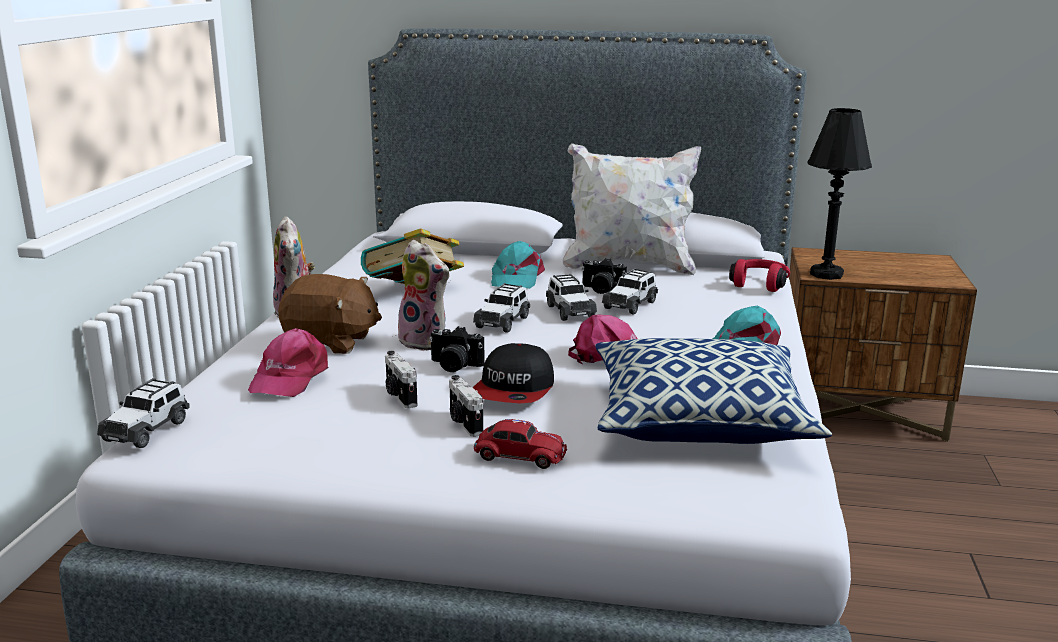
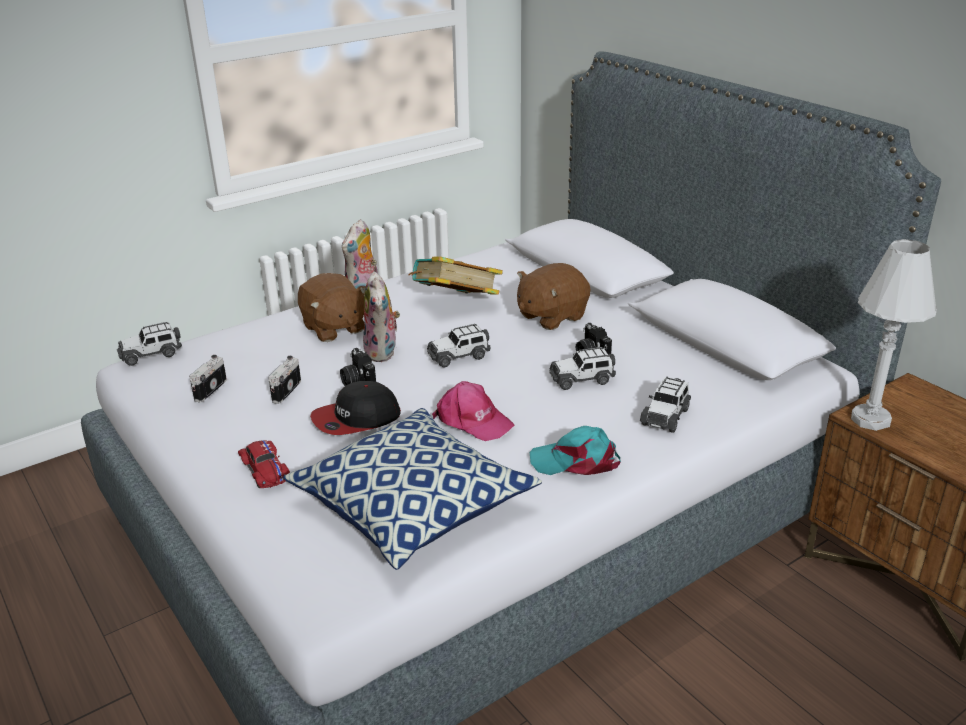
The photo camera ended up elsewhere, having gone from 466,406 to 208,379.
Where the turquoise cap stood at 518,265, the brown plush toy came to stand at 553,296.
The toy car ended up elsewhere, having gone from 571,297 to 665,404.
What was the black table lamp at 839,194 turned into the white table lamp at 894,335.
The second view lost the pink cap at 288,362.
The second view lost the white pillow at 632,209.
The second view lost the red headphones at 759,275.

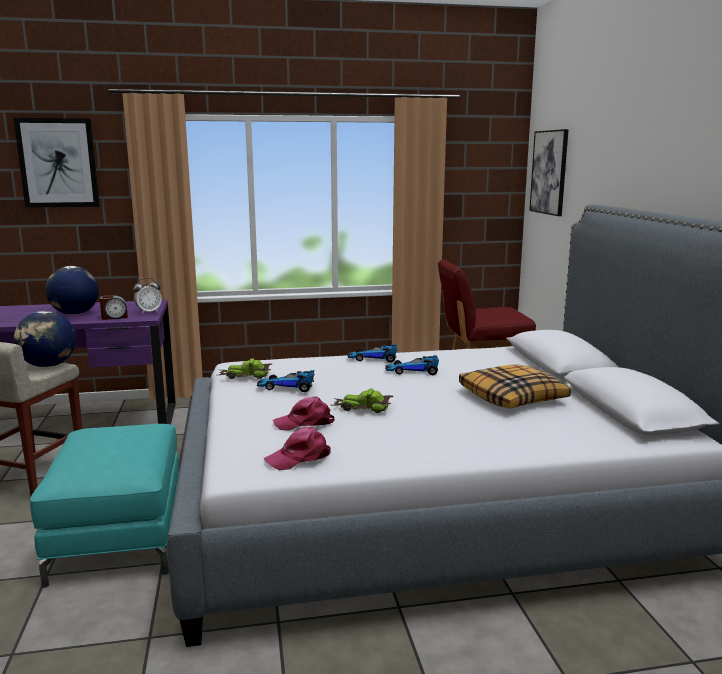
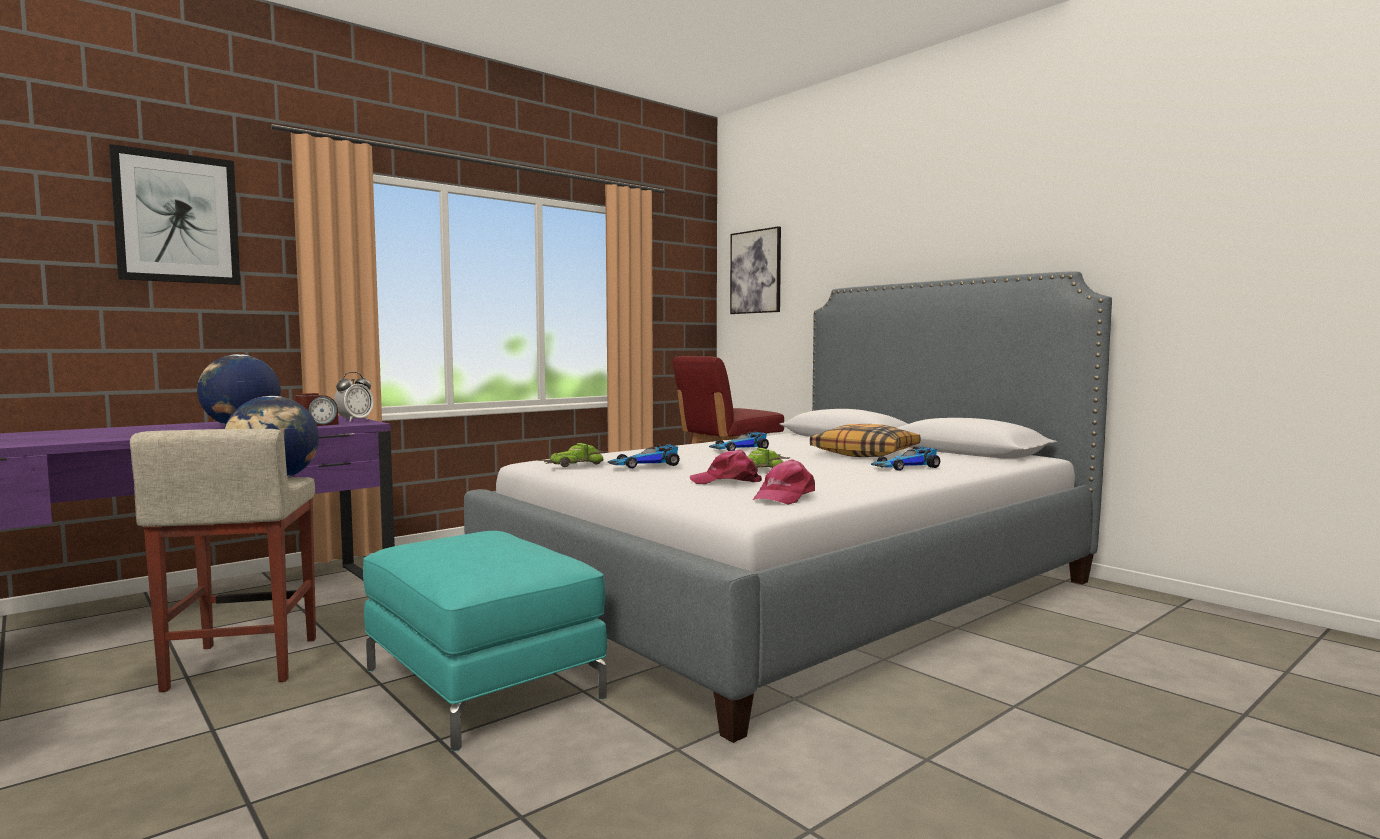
The pink cap at 304,413 ended up facing another way, 45 degrees clockwise from before.
The toy car ended up elsewhere, having gone from 372,353 to 905,458.

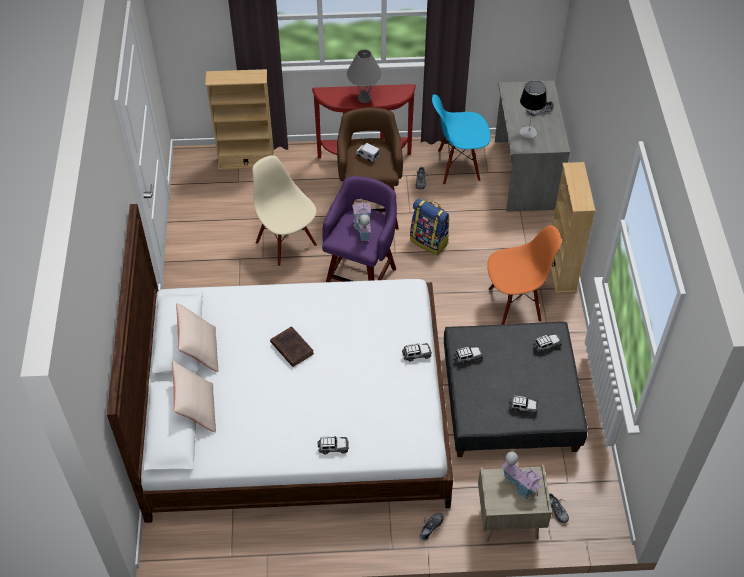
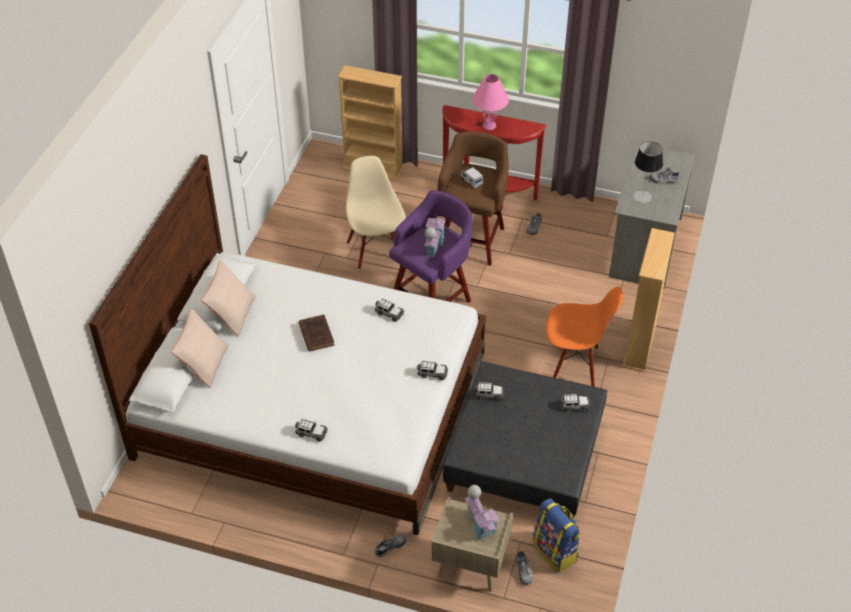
The toy car ended up elsewhere, having gone from 524,405 to 389,310.
What was the grey table lamp at 364,76 turned into the pink table lamp at 490,102.
The backpack ended up elsewhere, having gone from 430,226 to 557,536.
The second view lost the blue chair at 461,139.

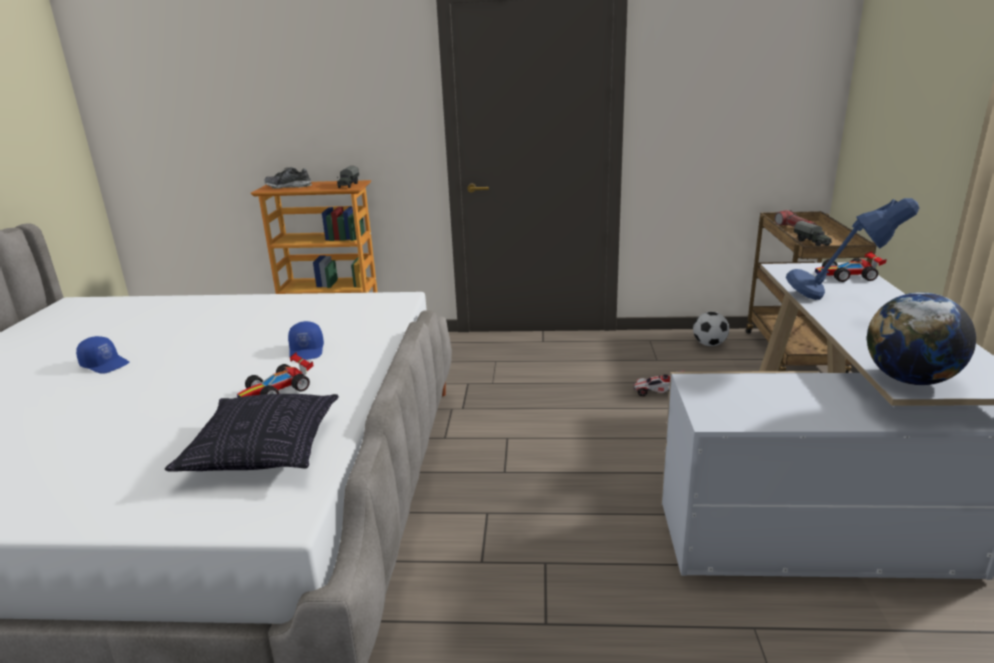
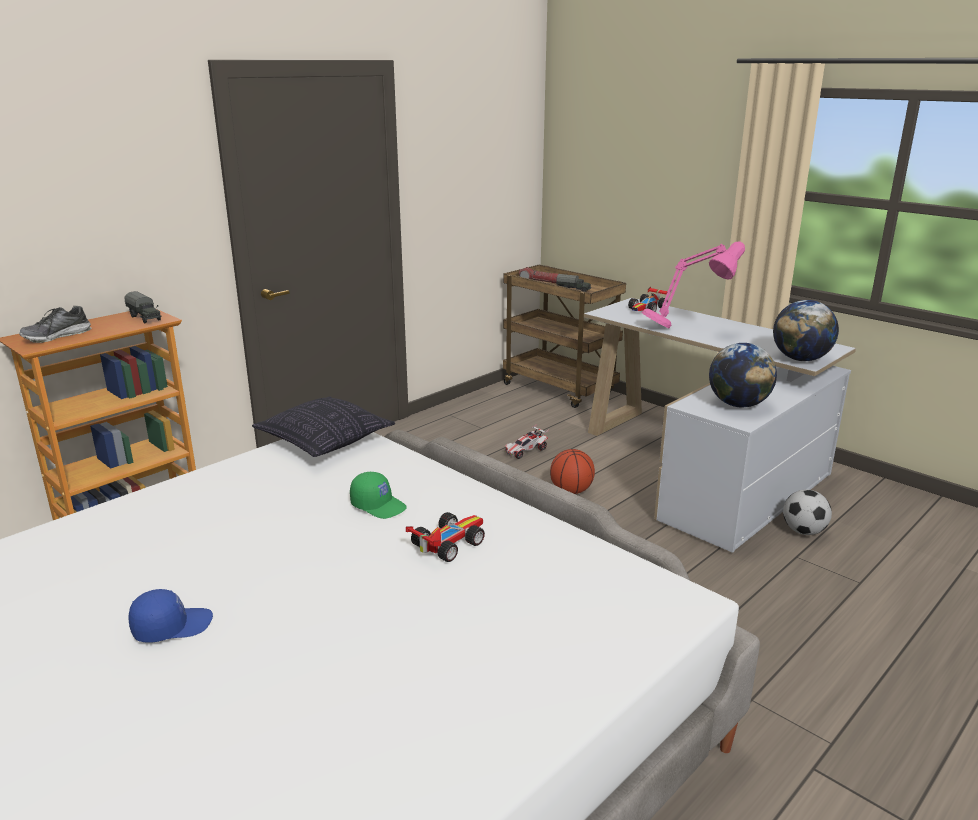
The pillow ended up elsewhere, having gone from 252,433 to 323,426.
What was the blue cap at 306,341 turned into the green cap at 378,495.
The toy car at 275,374 ended up facing another way, 135 degrees counterclockwise from before.
The second view gained the basketball at 572,471.
What was the blue table lamp at 852,249 turned into the pink table lamp at 693,285.
The second view gained the globe at 743,375.
The football ended up elsewhere, having gone from 711,329 to 807,512.

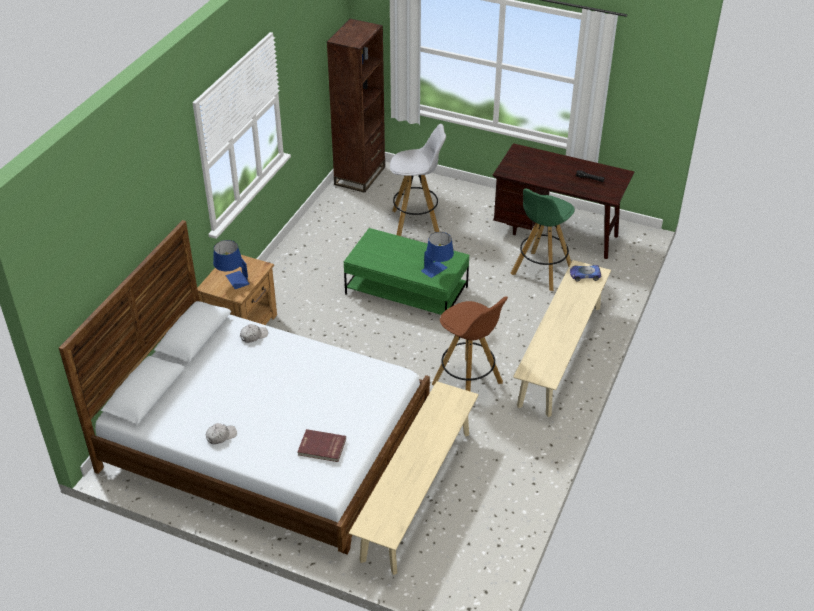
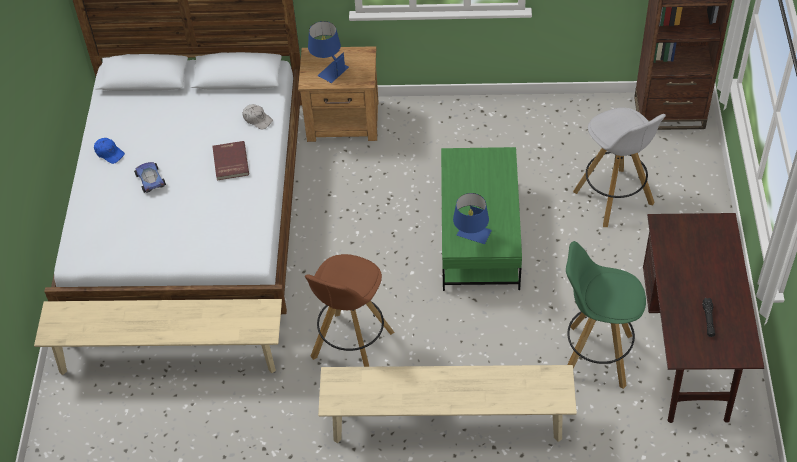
What was the white cap at 221,433 turned into the blue cap at 109,151.
The toy car ended up elsewhere, having gone from 585,273 to 150,177.
The red book ended up elsewhere, having gone from 321,445 to 230,160.

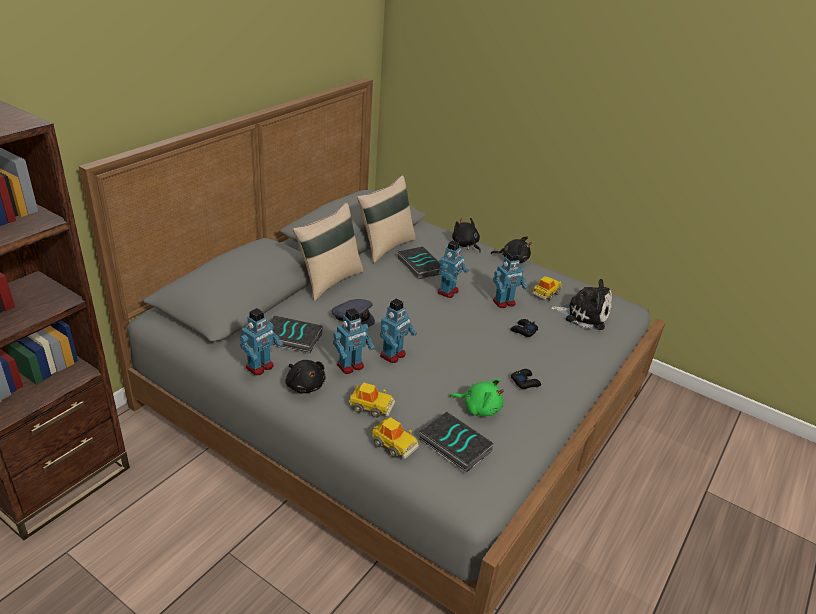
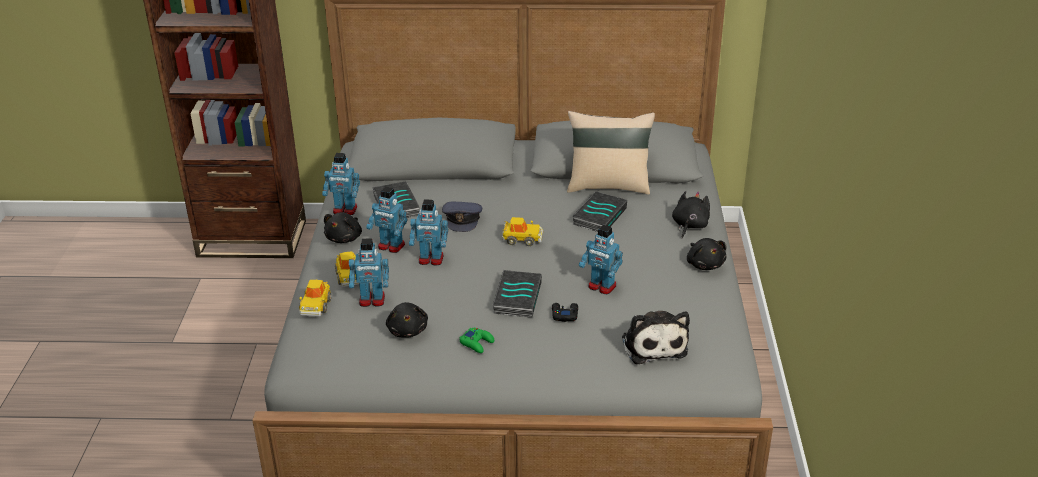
The toy robot ended up elsewhere, having gone from 453,269 to 369,273.
What was the green plush toy at 477,397 turned into the black plush toy at 407,320.
What was the black game controller at 526,379 turned into the green game controller at 476,340.
The book ended up elsewhere, having gone from 456,442 to 517,294.
The toy car ended up elsewhere, having gone from 547,288 to 522,231.
The second view lost the beige pillow at 328,252.

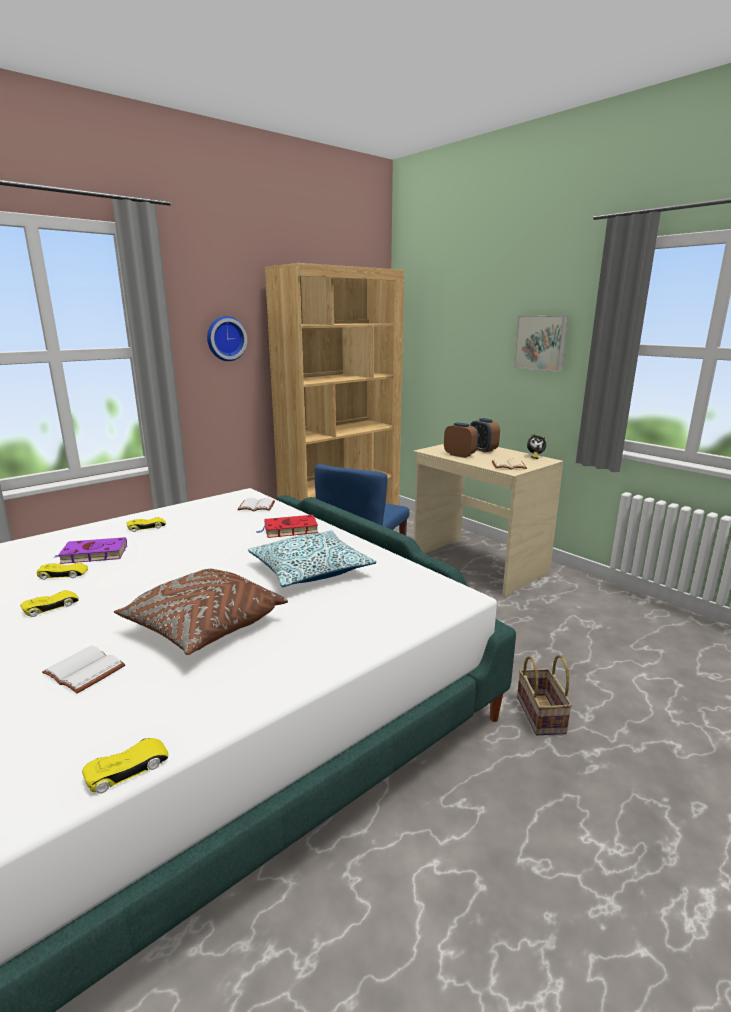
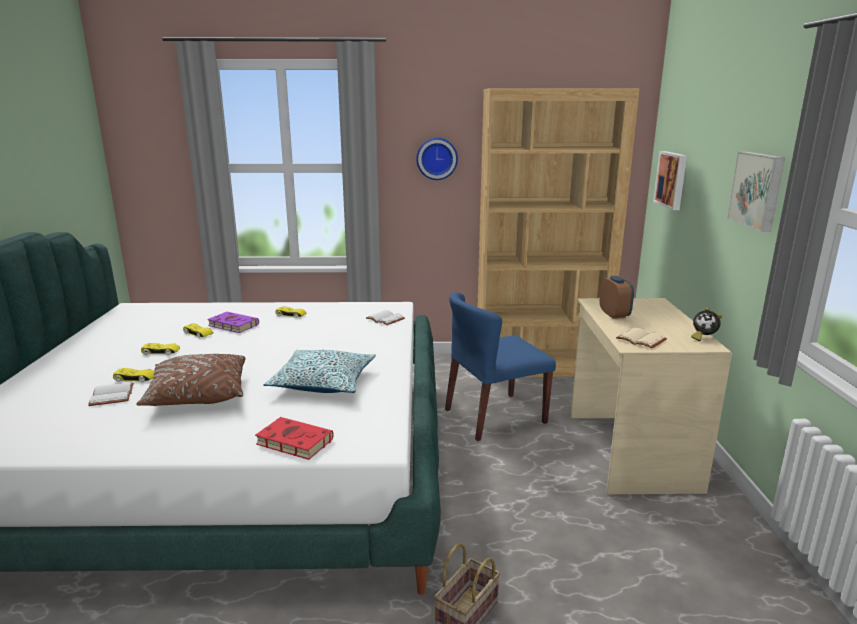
The yellow toy car ended up elsewhere, having gone from 125,766 to 133,375.
The red book ended up elsewhere, having gone from 287,526 to 294,438.
The second view gained the picture at 670,180.
The second view lost the alarm clock at 485,435.

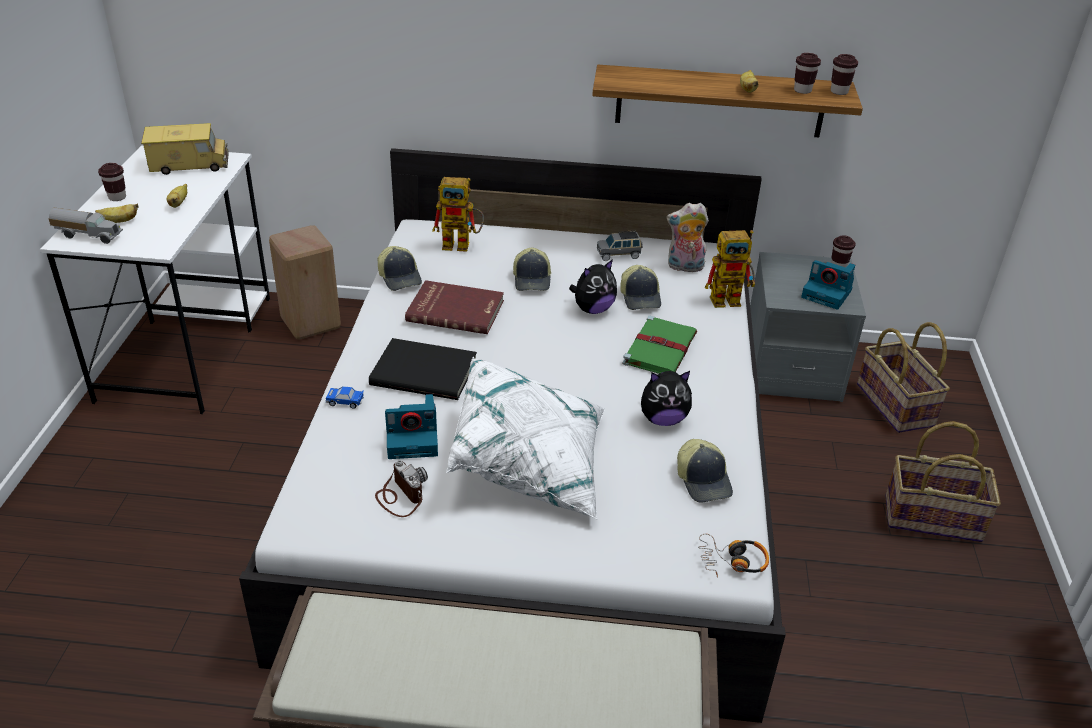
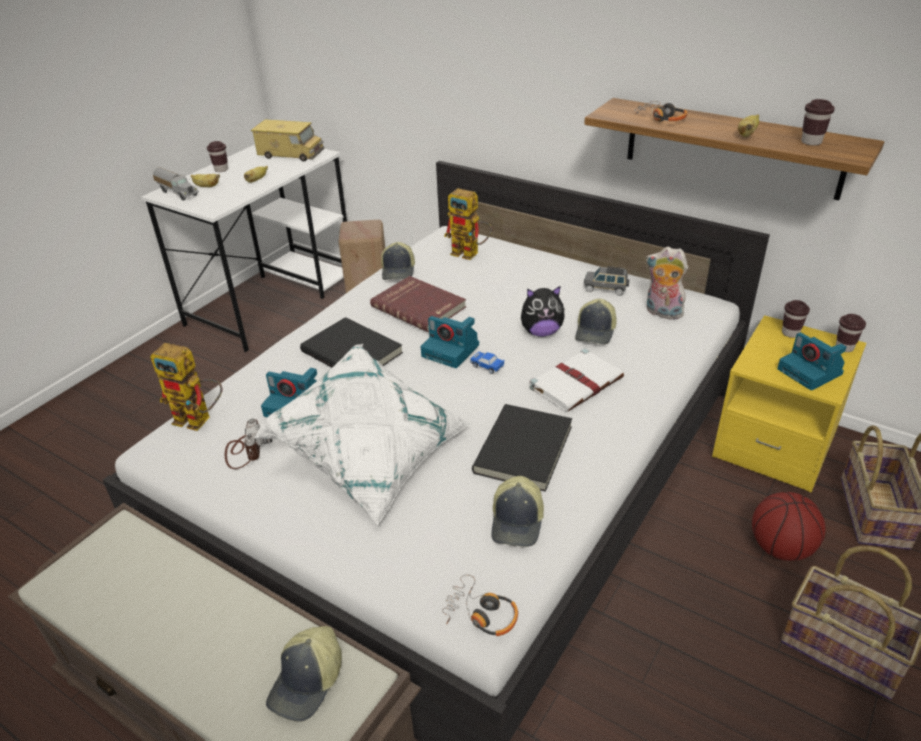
The toy robot ended up elsewhere, having gone from 730,269 to 186,387.
The cap ended up elsewhere, having gone from 532,269 to 304,673.
The second view gained the photo camera at 449,342.
The toy car ended up elsewhere, having gone from 345,397 to 487,362.
Where the plush toy stood at 666,398, the black book came to stand at 522,448.
What was the green book at 659,345 turned into the white book at 576,380.
The second view gained the headphones at 660,111.
What was the grey nightstand at 808,327 turned into the yellow nightstand at 789,403.
The second view gained the basketball at 789,526.
The brown cup ended up elsewhere, having gone from 844,74 to 796,319.

